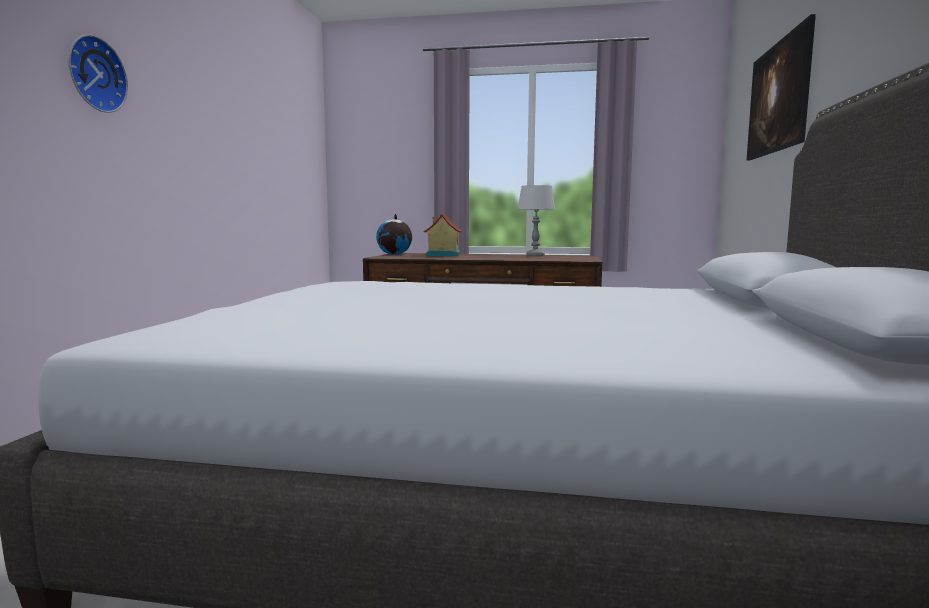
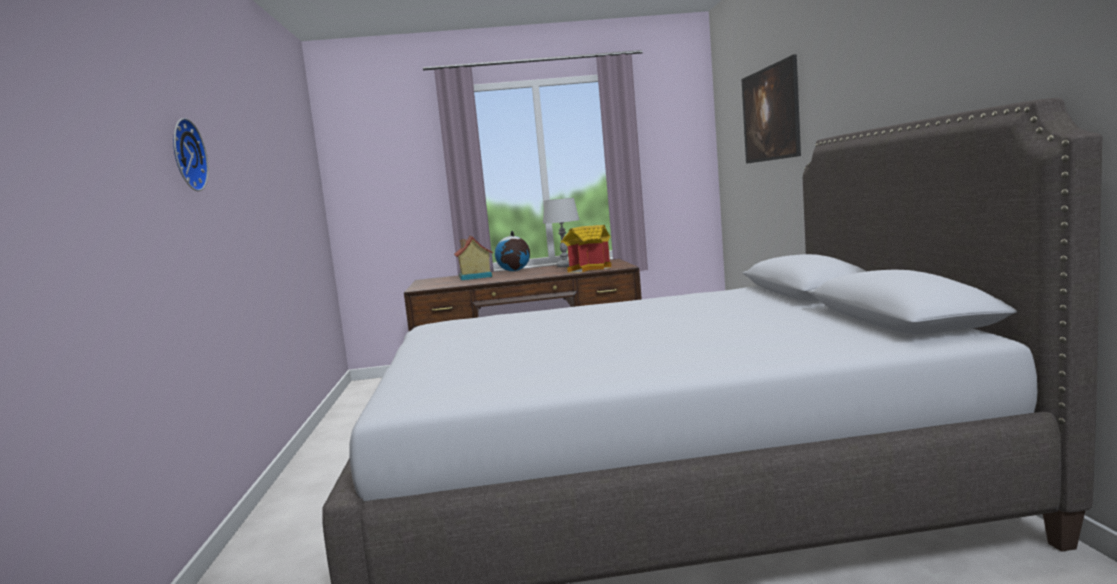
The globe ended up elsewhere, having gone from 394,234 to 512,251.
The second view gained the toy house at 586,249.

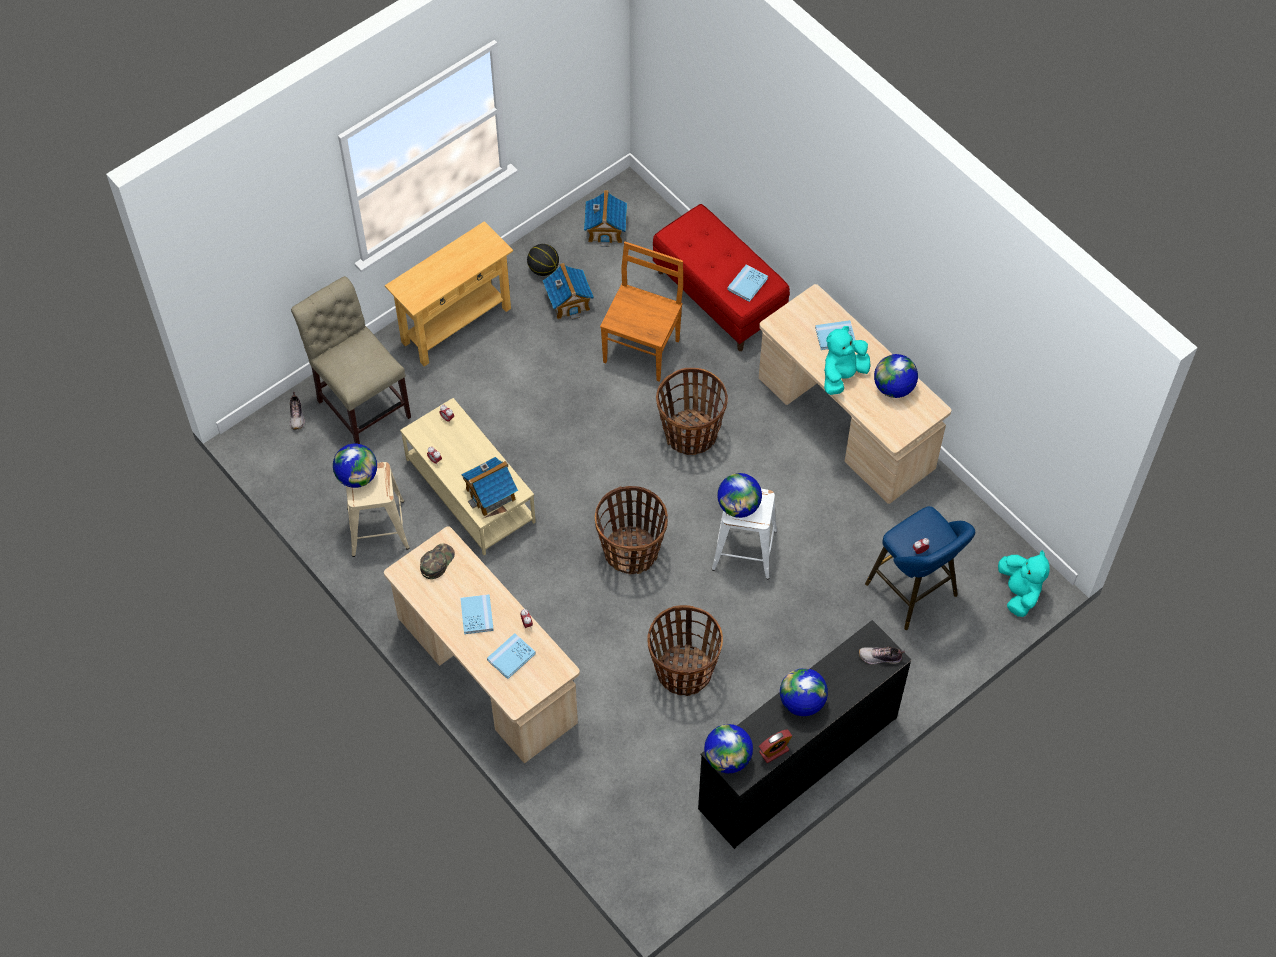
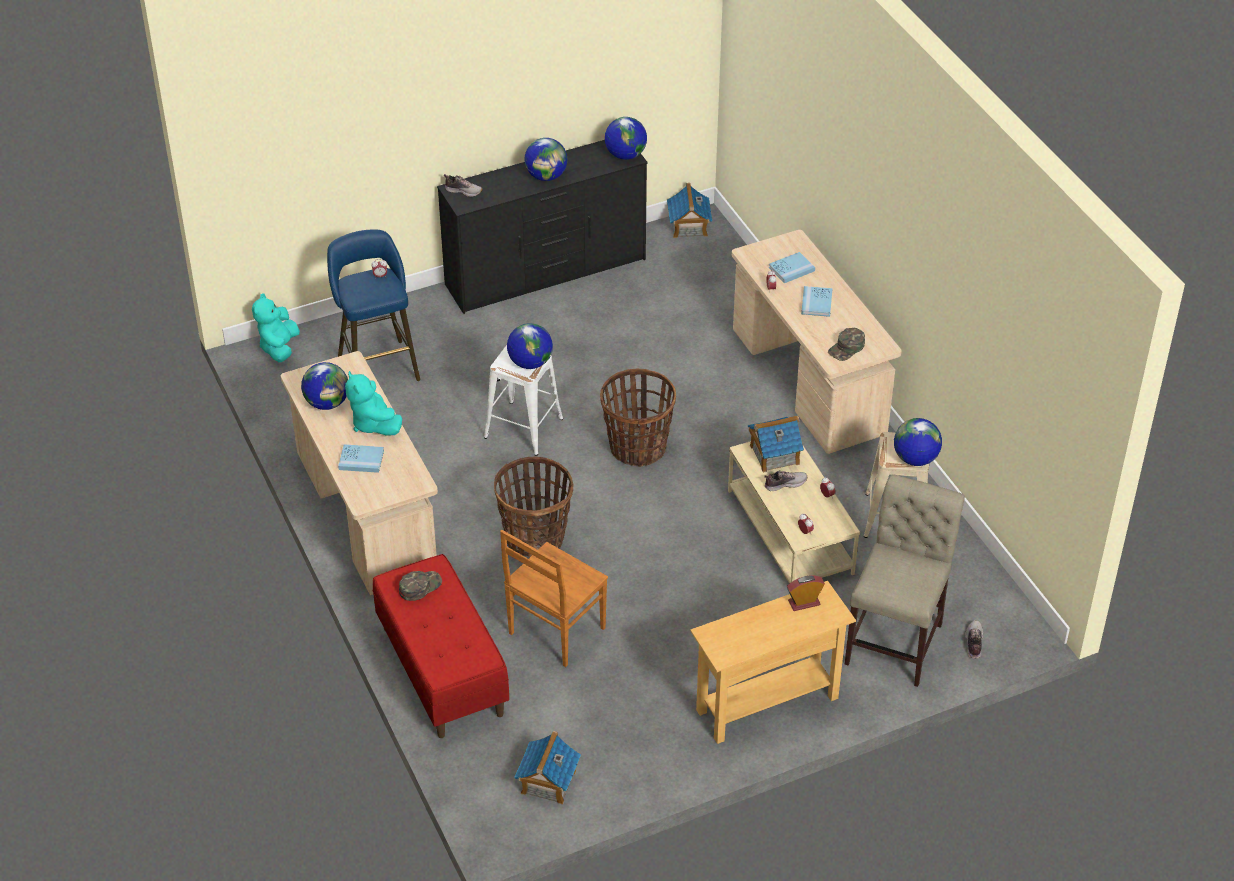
The turquoise plush toy at 847,360 ended up facing another way, 90 degrees clockwise from before.
Where the blue book stood at 747,283, the green cap came to stand at 420,586.
The toy house ended up elsewhere, having gone from 568,291 to 690,210.
The second view gained the shoe at 785,480.
The alarm clock ended up elsewhere, having gone from 775,746 to 806,593.
The beige chair at 351,360 ended up facing another way, 135 degrees counterclockwise from before.
The second view lost the basketball at 543,260.
The second view lost the basket at 685,650.

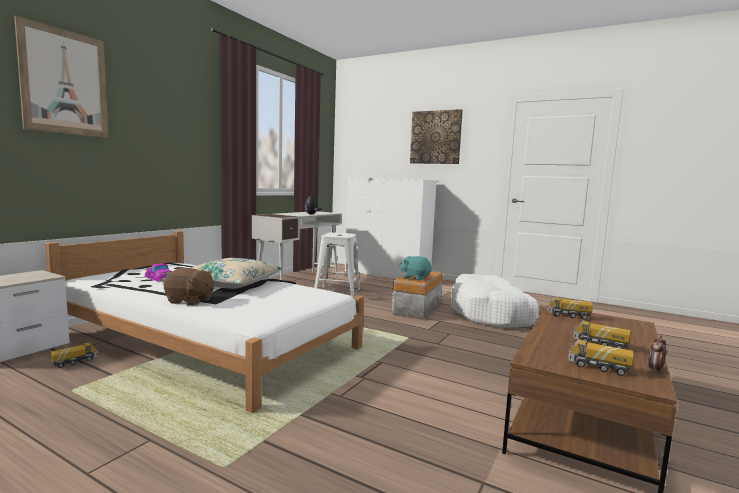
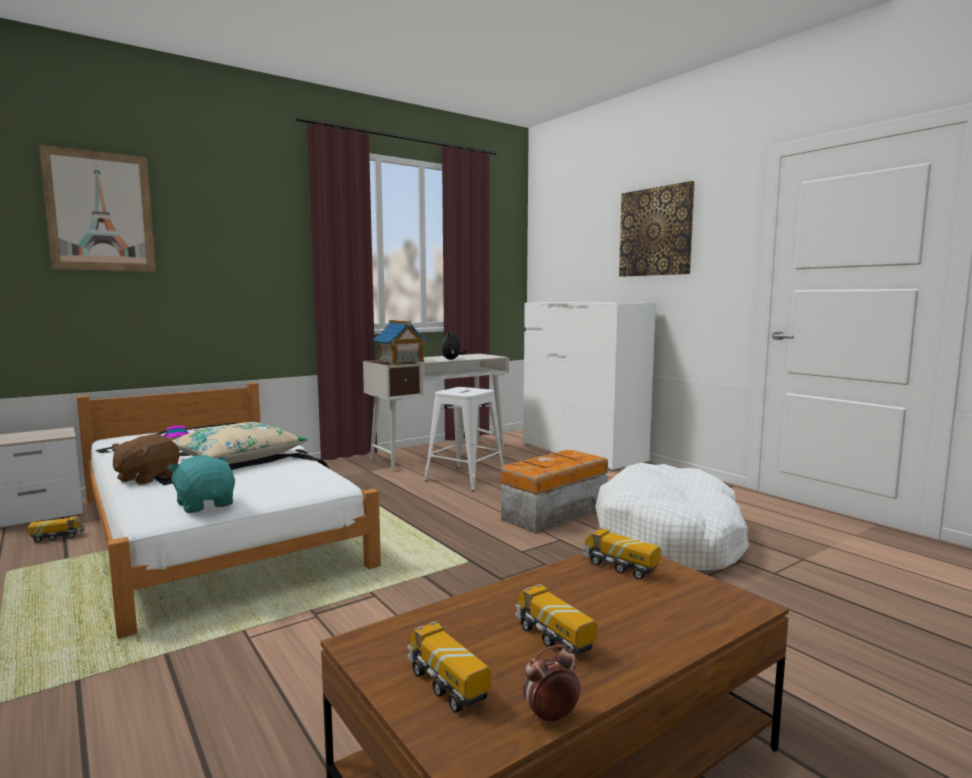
The brown plush toy at 189,287 ended up facing another way, 75 degrees clockwise from before.
The turquoise plush toy ended up elsewhere, having gone from 416,268 to 201,484.
The second view gained the toy house at 400,342.

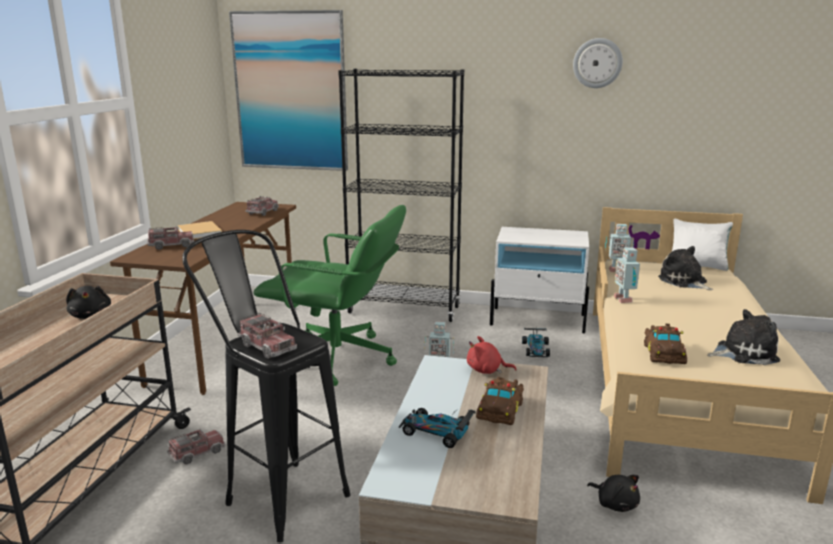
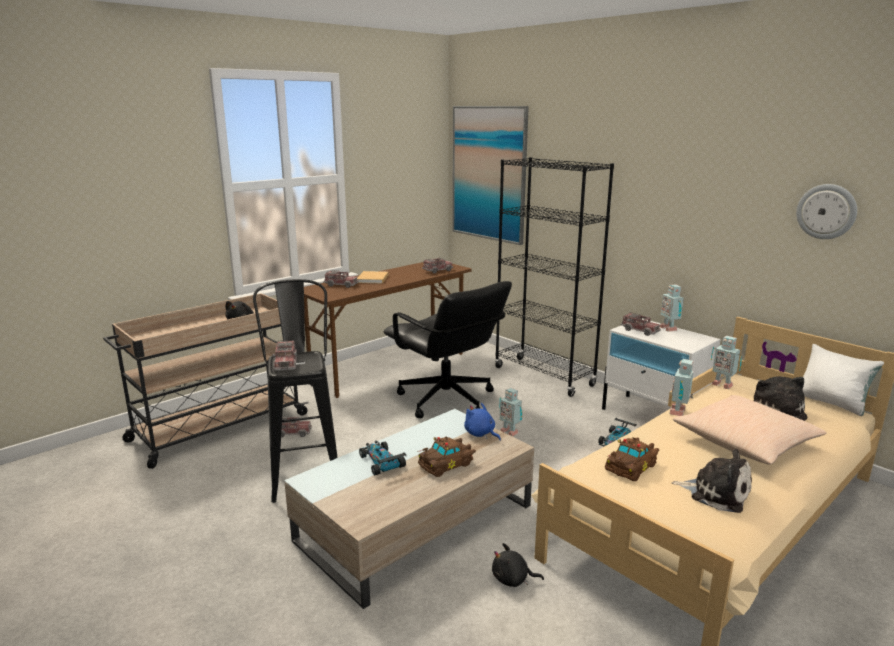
What was the green office chair at 329,295 turned into the black office chair at 447,349.
What was the red plush toy at 492,355 turned into the blue plush toy at 482,422.
The black plush toy at 613,493 ended up facing another way, 105 degrees clockwise from before.
The second view gained the toy truck at 640,324.
The second view gained the toy robot at 672,308.
The second view gained the beige pillow at 750,430.
The wall clock ended up elsewhere, having gone from 598,63 to 826,211.

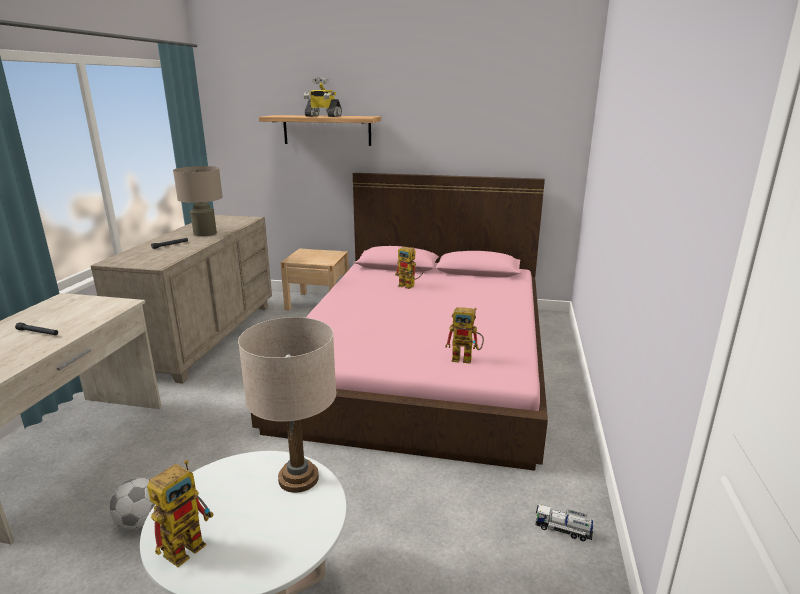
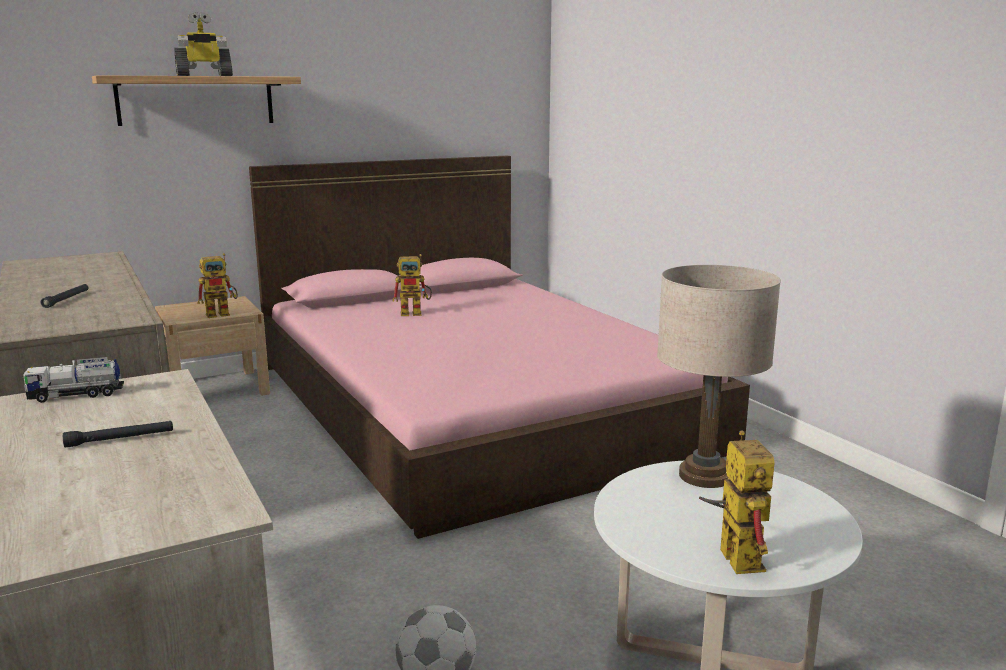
The toy truck ended up elsewhere, having gone from 564,523 to 73,380.
The toy robot ended up elsewhere, having gone from 464,335 to 218,285.
The second view lost the beige table lamp at 198,201.

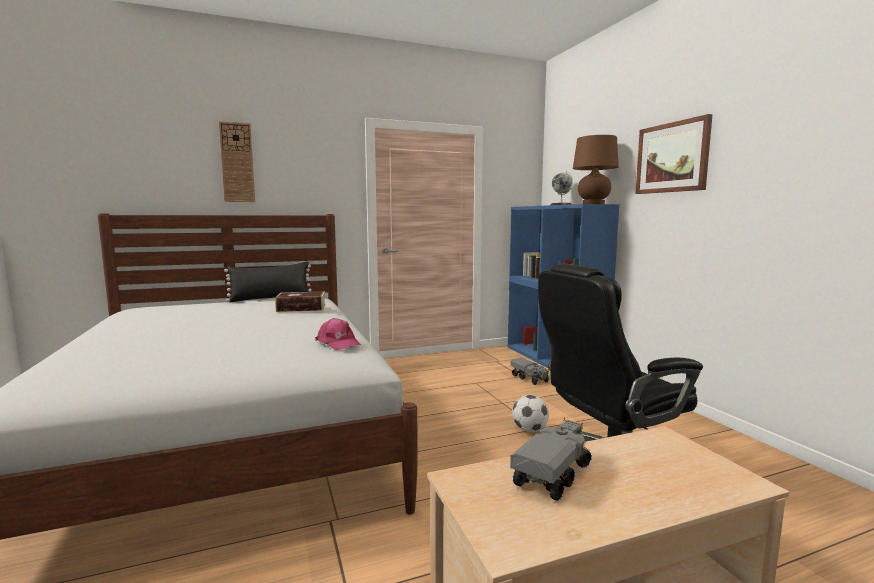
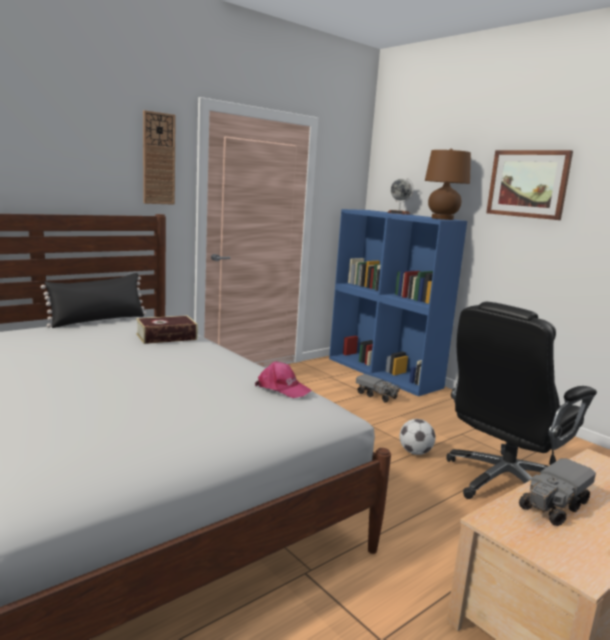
The wall clock ended up elsewhere, having gone from 237,161 to 159,157.
The toy truck at 551,459 ended up facing another way, 150 degrees counterclockwise from before.

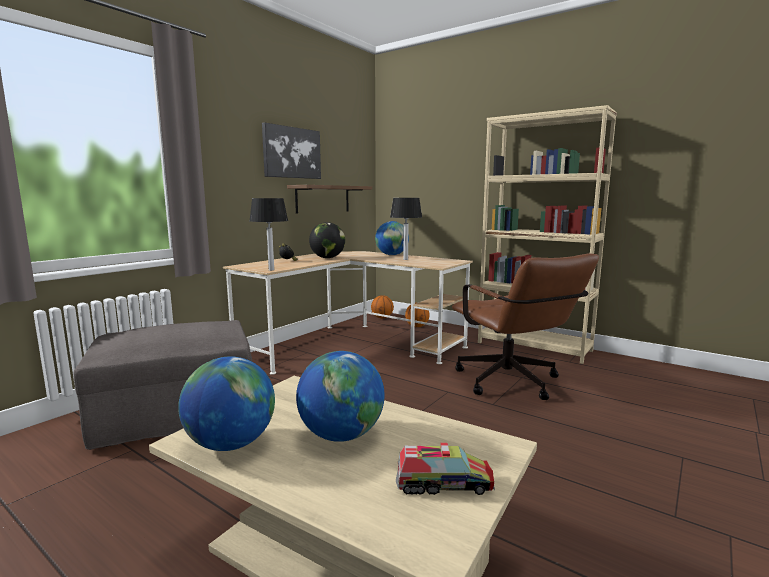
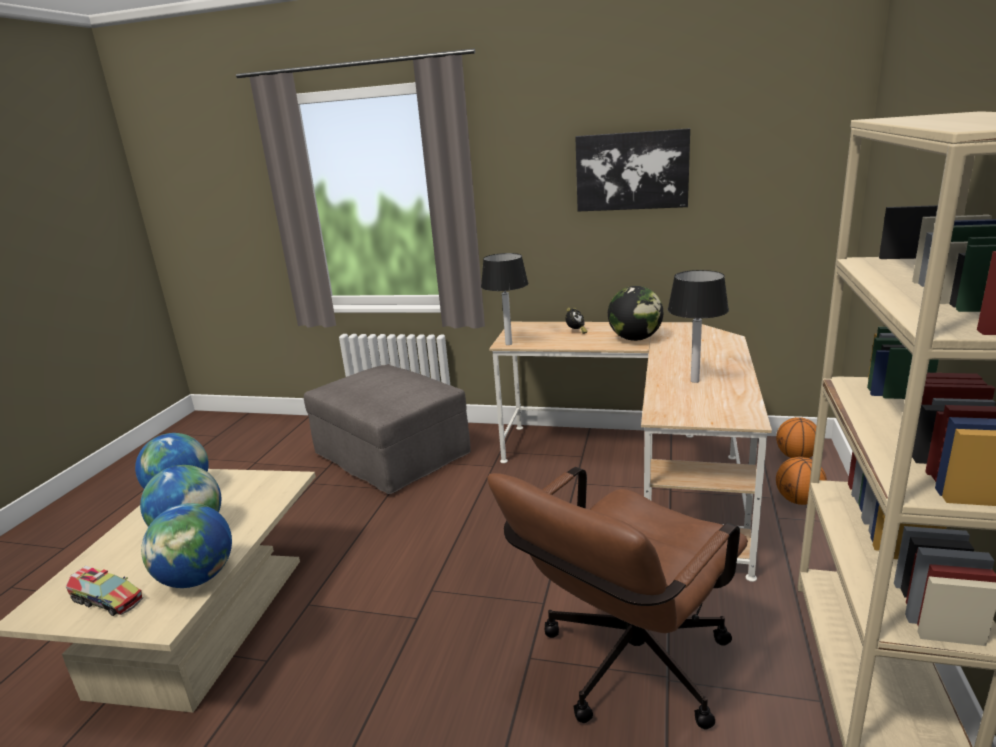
The toy truck at 445,469 ended up facing another way, 45 degrees counterclockwise from before.
The globe ended up elsewhere, having gone from 392,238 to 186,545.
The second view lost the brown shelf at 329,199.

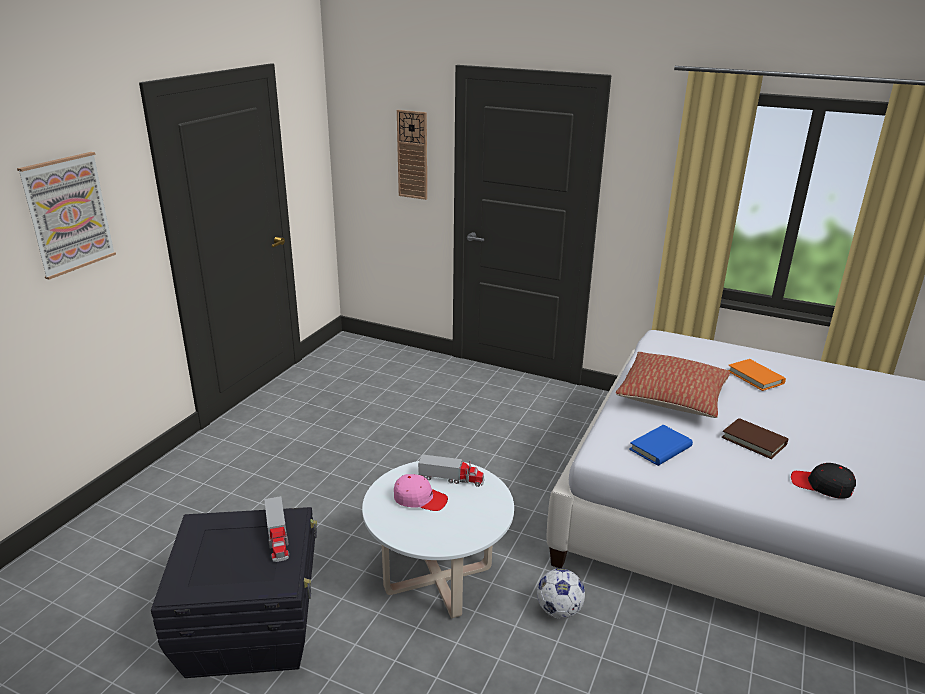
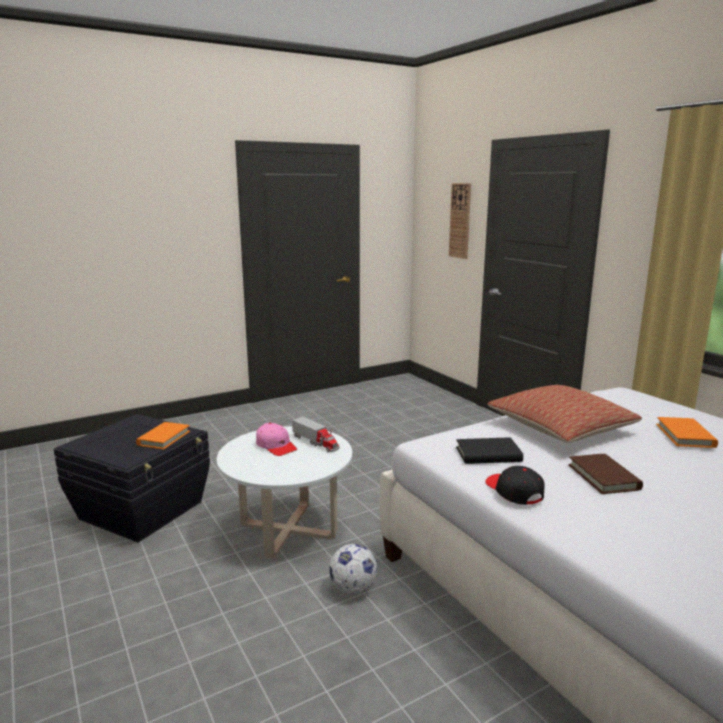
Where the toy truck stood at 276,529, the orange book came to stand at 163,436.
What was the blue book at 661,445 turned into the black book at 489,450.
The black cap ended up elsewhere, having gone from 823,481 to 514,485.
The second view lost the picture at 66,216.

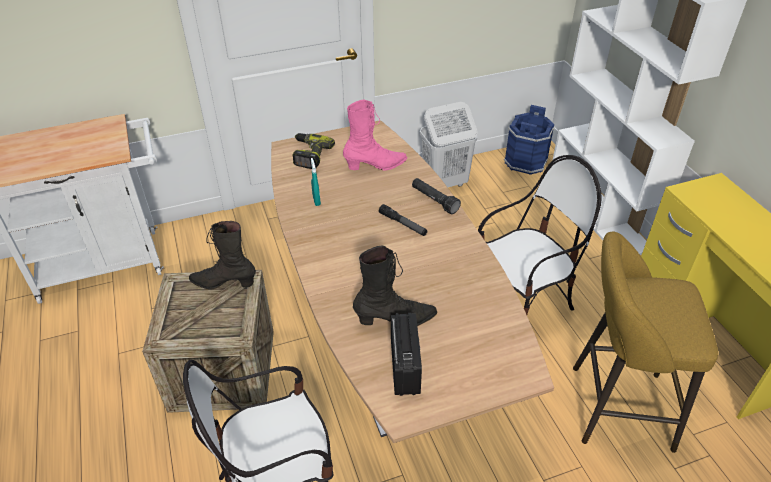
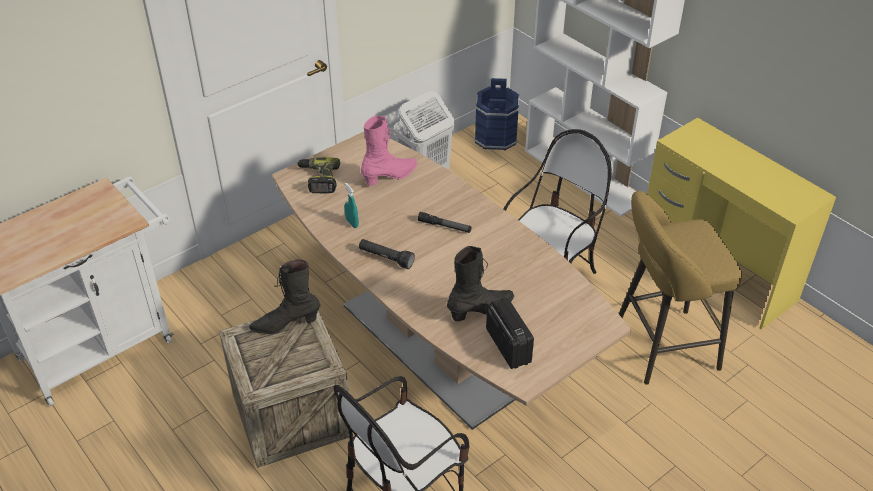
The black flashlight ended up elsewhere, having gone from 436,196 to 387,254.

